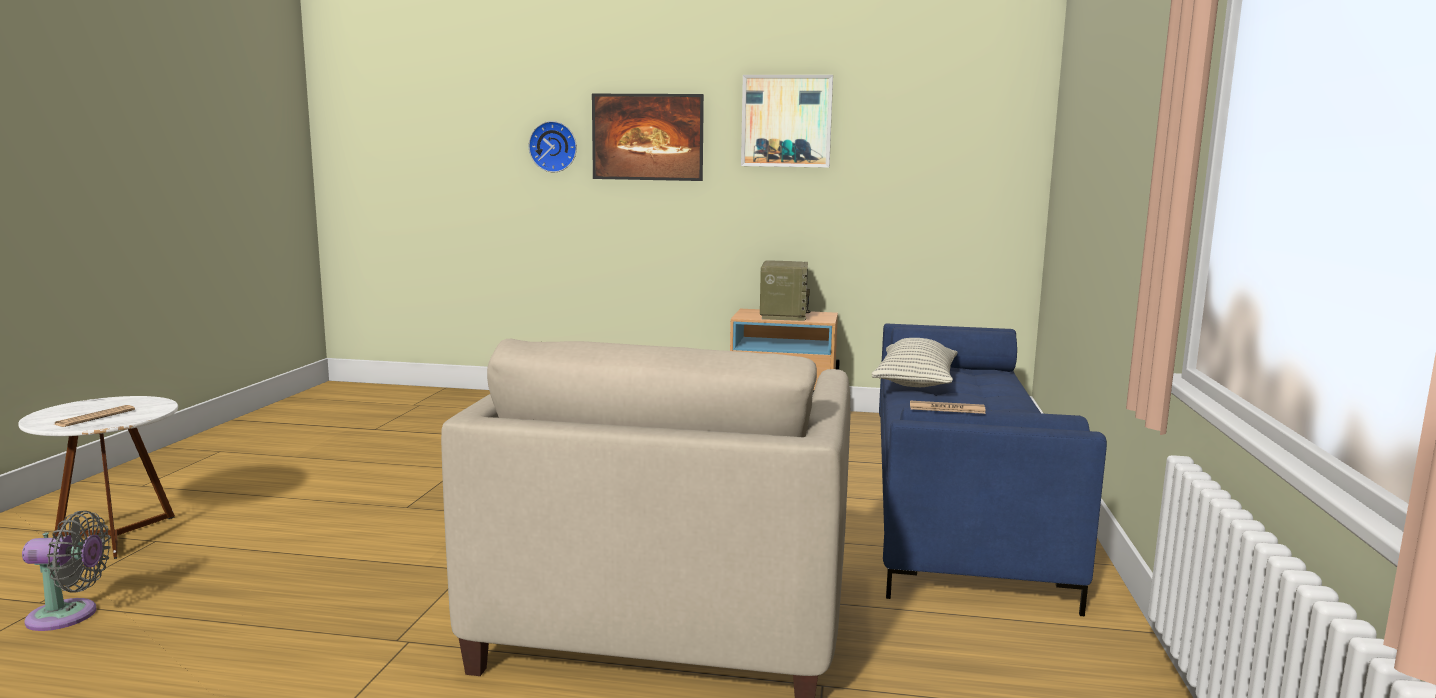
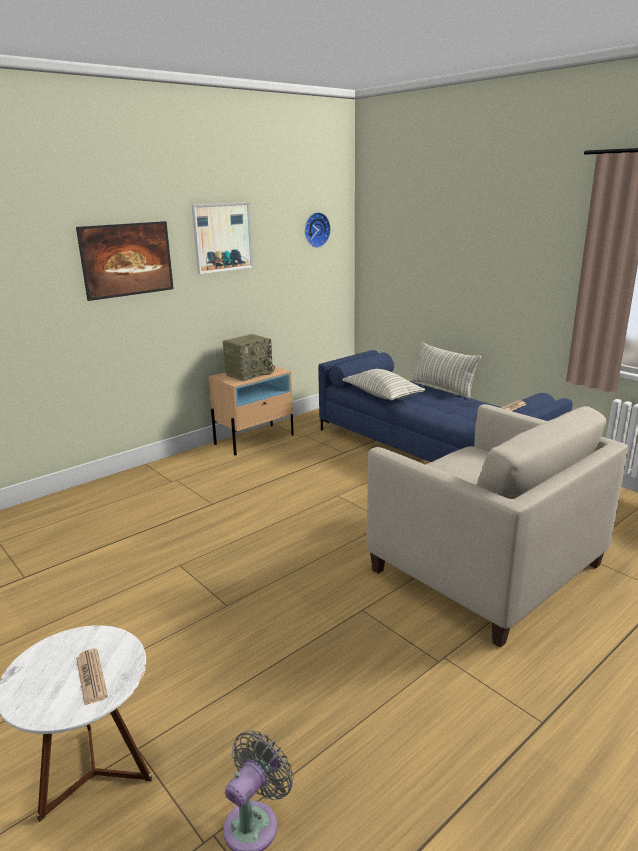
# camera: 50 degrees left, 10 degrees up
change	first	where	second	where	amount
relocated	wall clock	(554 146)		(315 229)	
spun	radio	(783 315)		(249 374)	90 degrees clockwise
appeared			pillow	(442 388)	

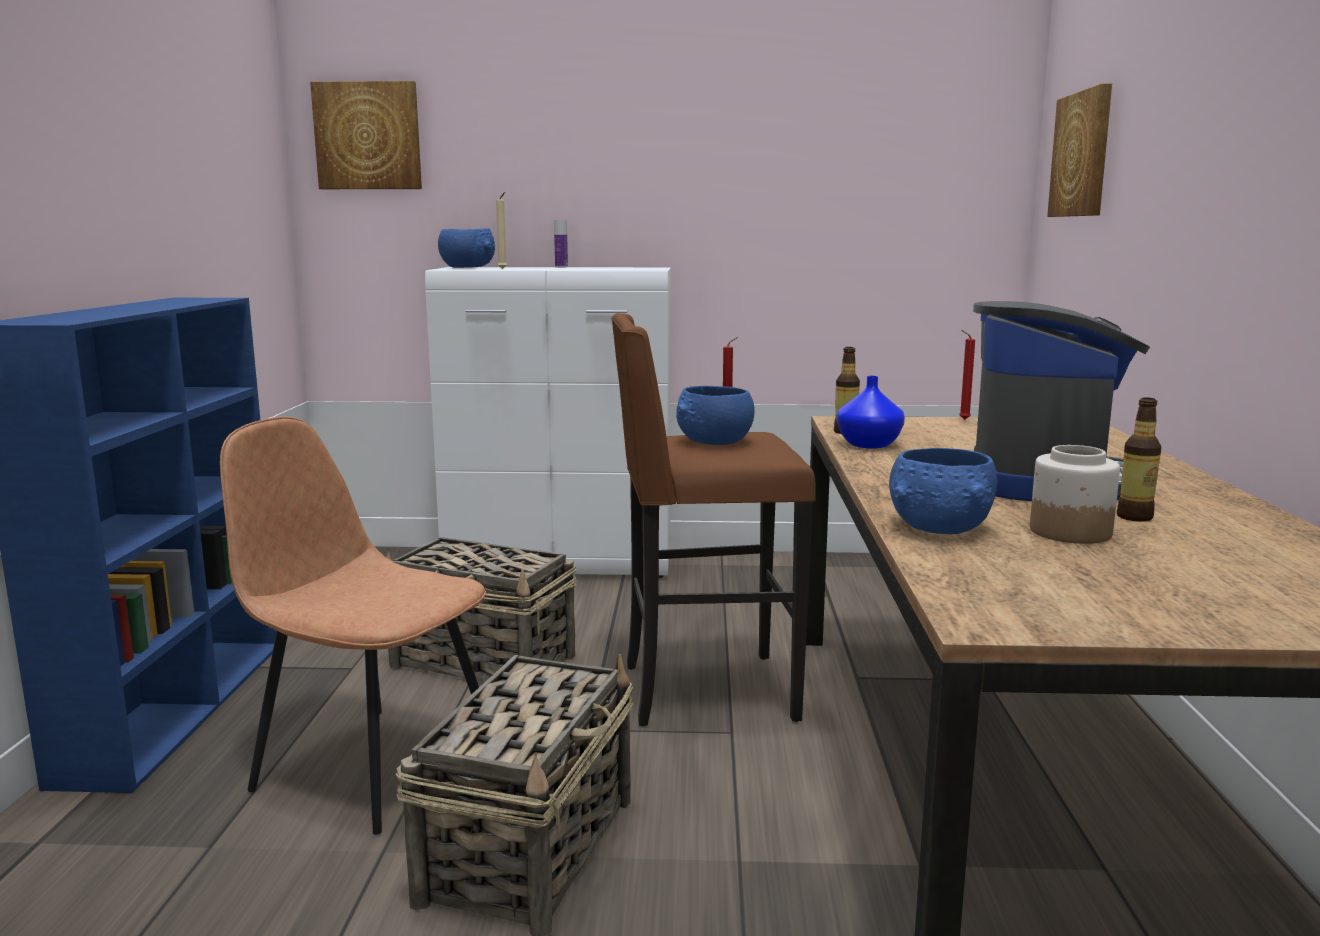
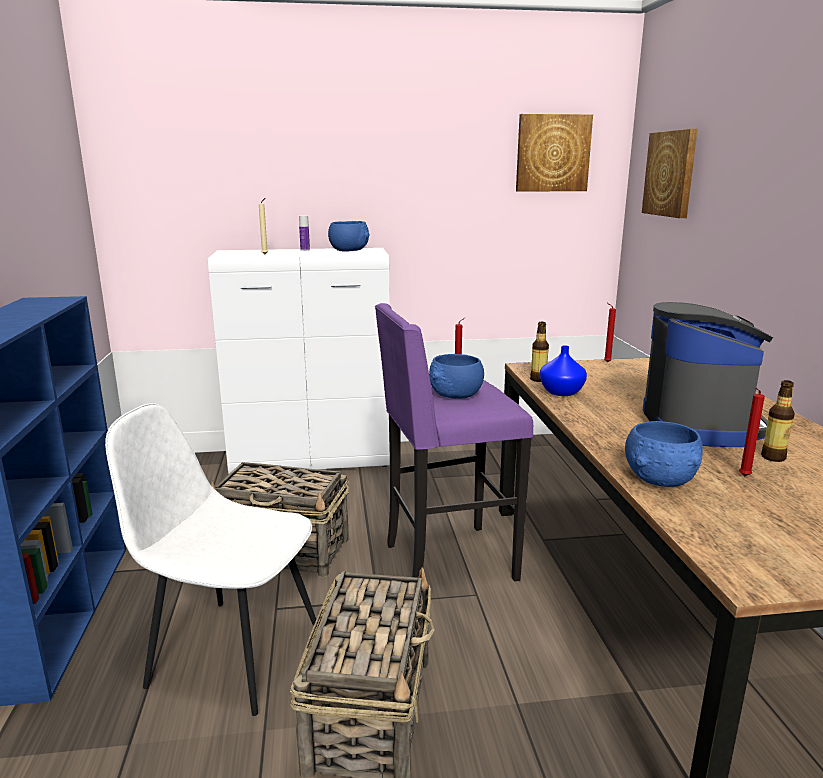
# camera: 10 degrees left, 5 degrees up
change	first	where	second	where	amount
colour	chair/brown	(373 765)	chair/white	(231 652)	
relocated	picture	(368 136)		(552 153)	
relocated	bowl/blue	(467 267)		(349 250)	
colour	stool/brown	(703 691)	stool/purple	(446 562)	
exchanged	jar	(1069 532)	candle/red	(743 476)	

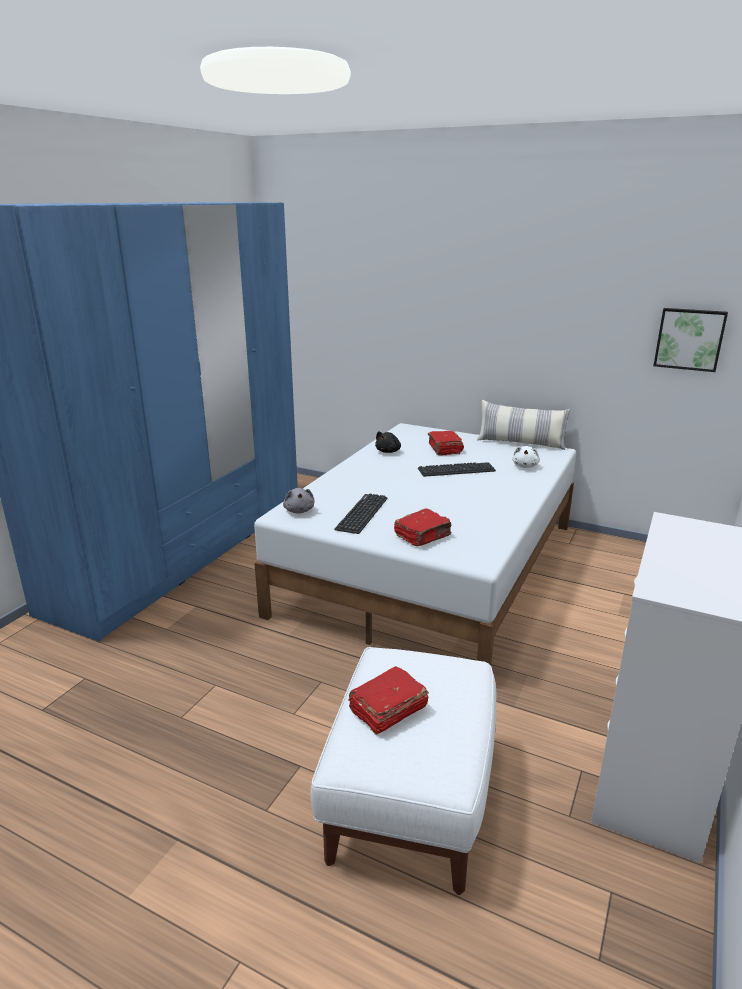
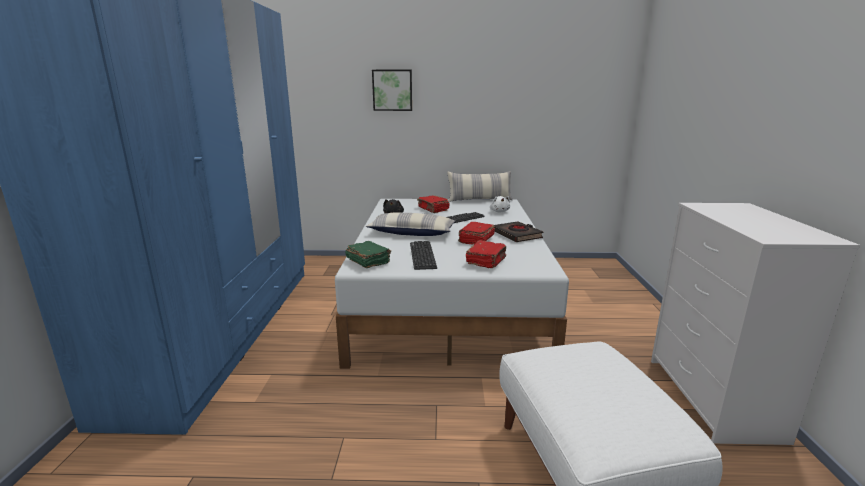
# camera: 25 degrees left, 5 degrees down
change	first	where	second	where	amount
exchanged	plush toy/grey	(299 510)	book/green	(368 262)	
relocated	book/red	(387 710)		(476 240)	
relocated	picture	(689 339)		(392 90)	
appeared			pillow	(412 233)	
appeared			book/black	(517 235)	

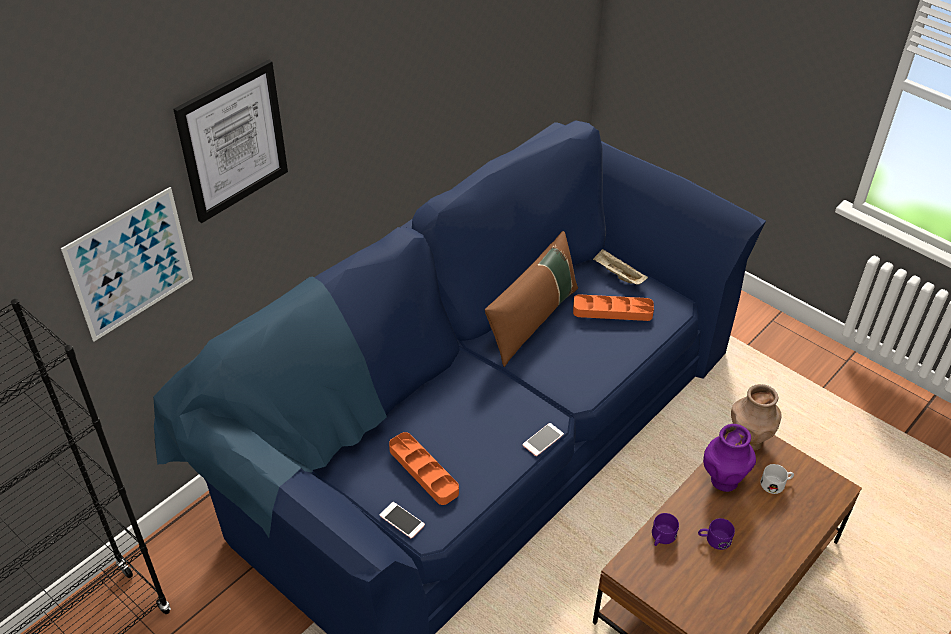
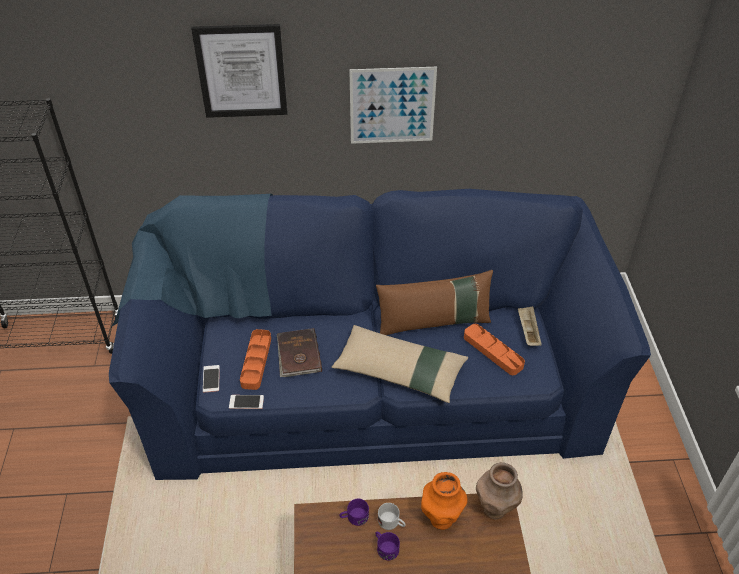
# camera: 45 degrees right, 0 degrees up
change	first	where	second	where	amount
relocated	picture	(131 264)		(392 106)	
relocated	phone	(543 440)		(246 402)	
colour	vase/purple	(723 480)	vase/orange	(441 518)	
relocated	mug/white	(776 484)		(392 522)	
appeared			book/brown	(298 355)	
appeared			pillow/beige	(399 371)	

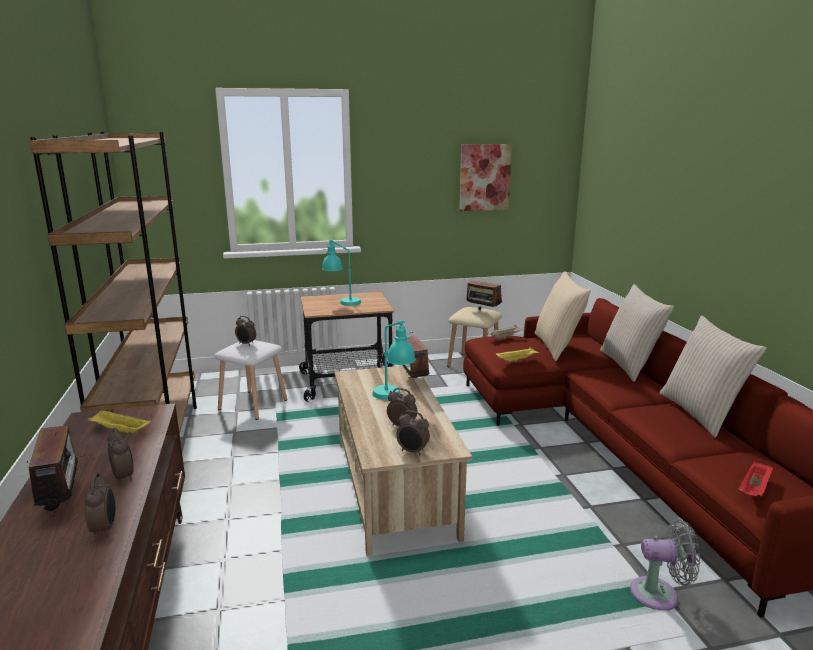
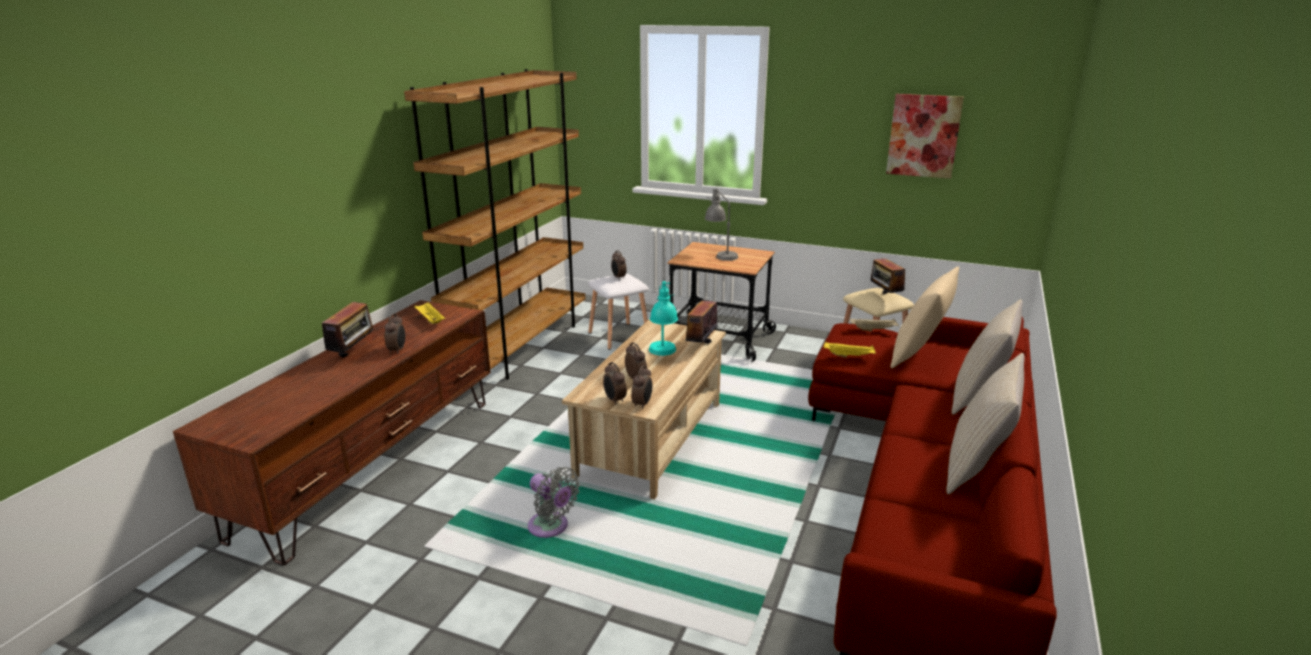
# camera: 35 degrees right, 5 degrees up
change	first	where	second	where	amount
relocated	alarm clock	(105 528)		(642 404)	
colour	table lamp/turquoise	(341 302)	table lamp/grey	(720 254)	
relocated	fan/grey	(659 595)		(551 527)	
missing	tray/red	(754 489)			

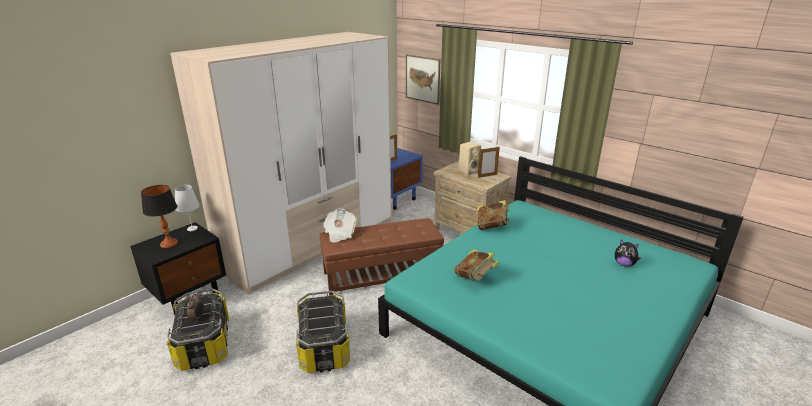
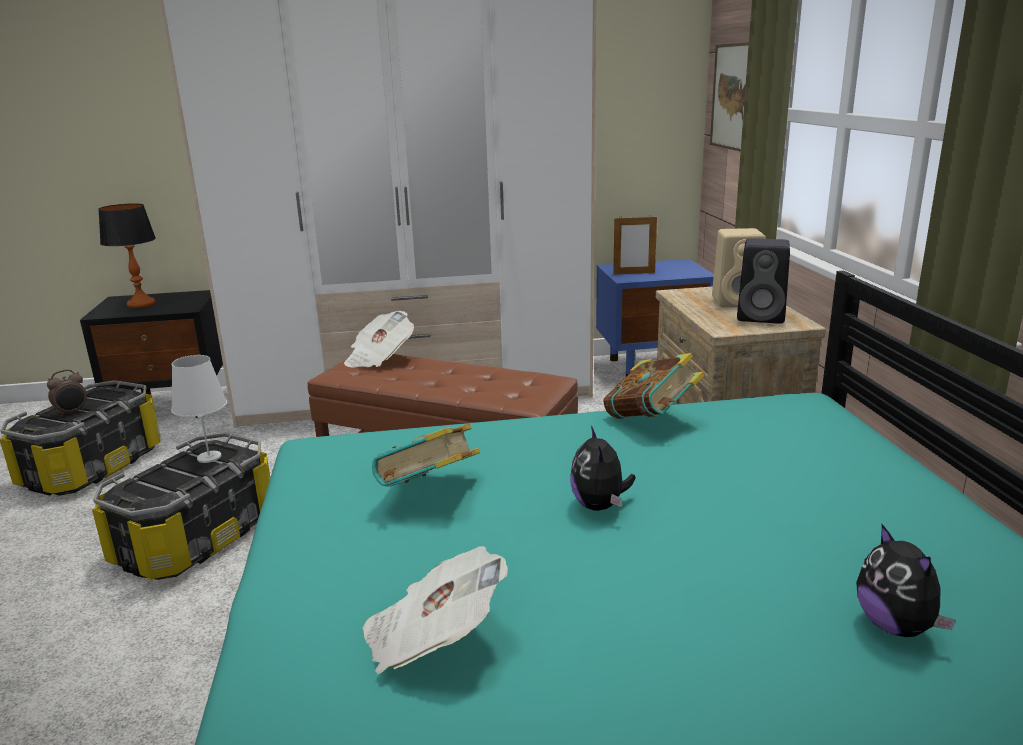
# camera: 40 degrees right, 5 degrees down
change	first	where	second	where	amount
relocated	table lamp/white	(192 228)		(209 457)	
exchanged	picture frame	(487 176)	speaker/black	(762 317)	
appeared			newspaper	(433 639)	
appeared			plush toy	(600 506)	

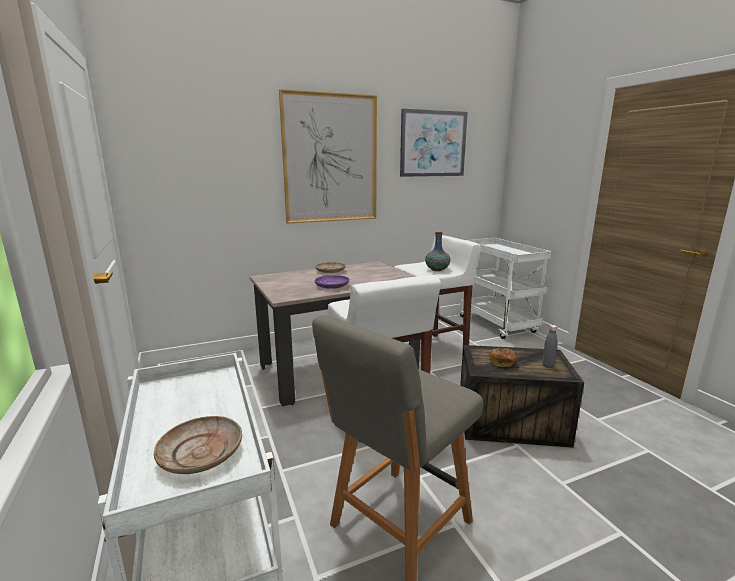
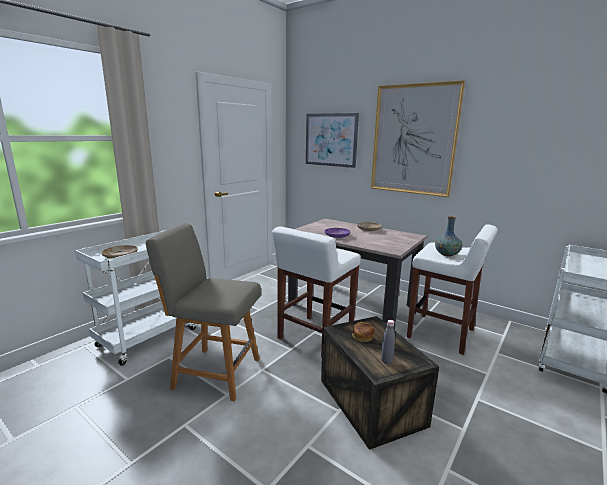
# camera: 60 degrees right, 0 degrees up
change	first	where	second	where	amount
relocated	picture	(433 144)		(331 140)	

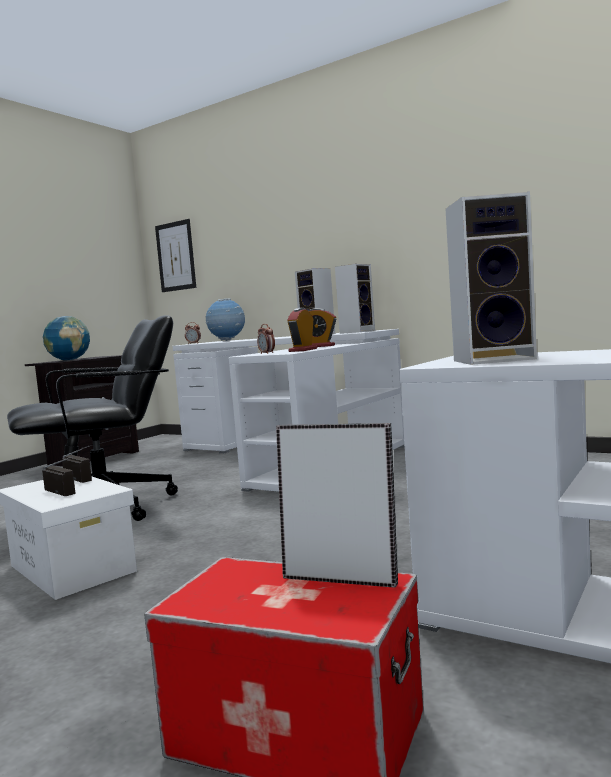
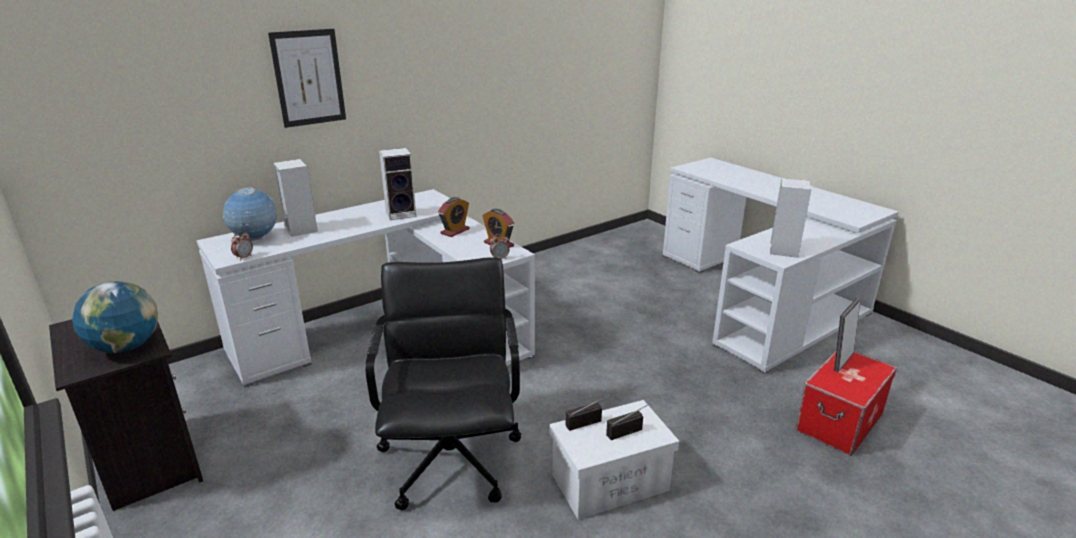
# camera: 70 degrees left, 20 degrees up
change	first	where	second	where	amount
relocated	picture	(175 256)		(308 78)	
relocated	speaker	(357 332)		(300 229)	

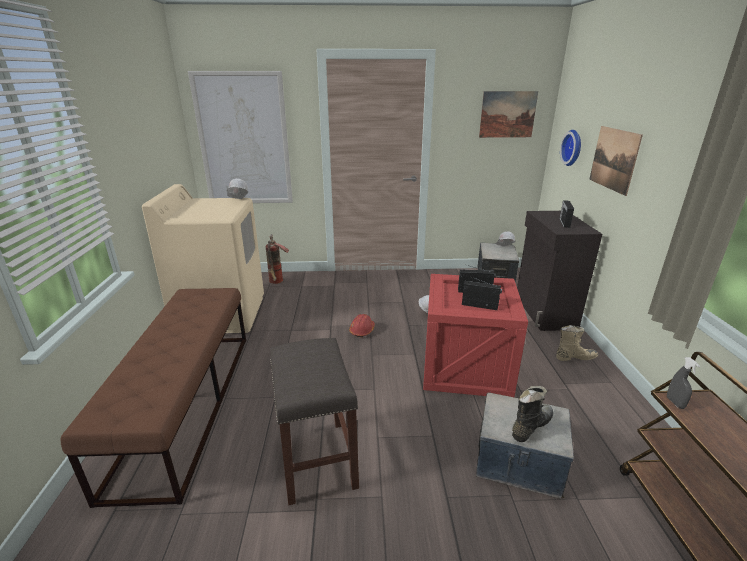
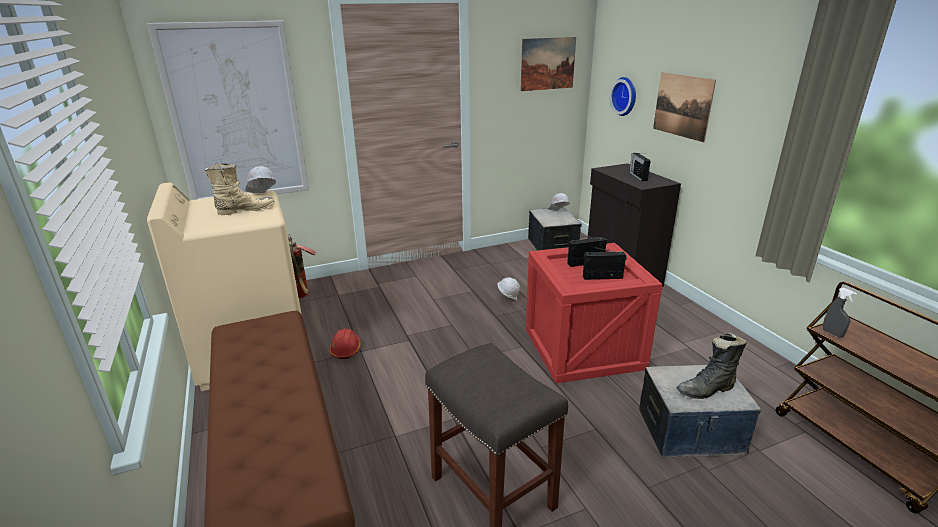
# camera: 20 degrees left, 0 degrees up
change	first	where	second	where	amount
relocated	hard hat/red	(362 330)		(346 349)	
spun	boot/black	(530 426)		(707 390)	135 degrees counterclockwise
relocated	boot/beige	(574 357)		(245 210)	

